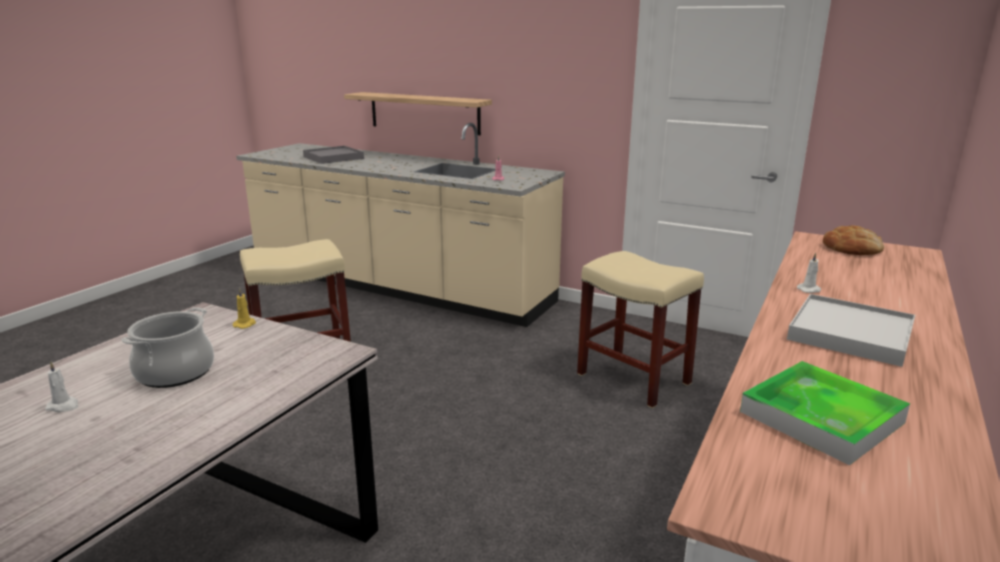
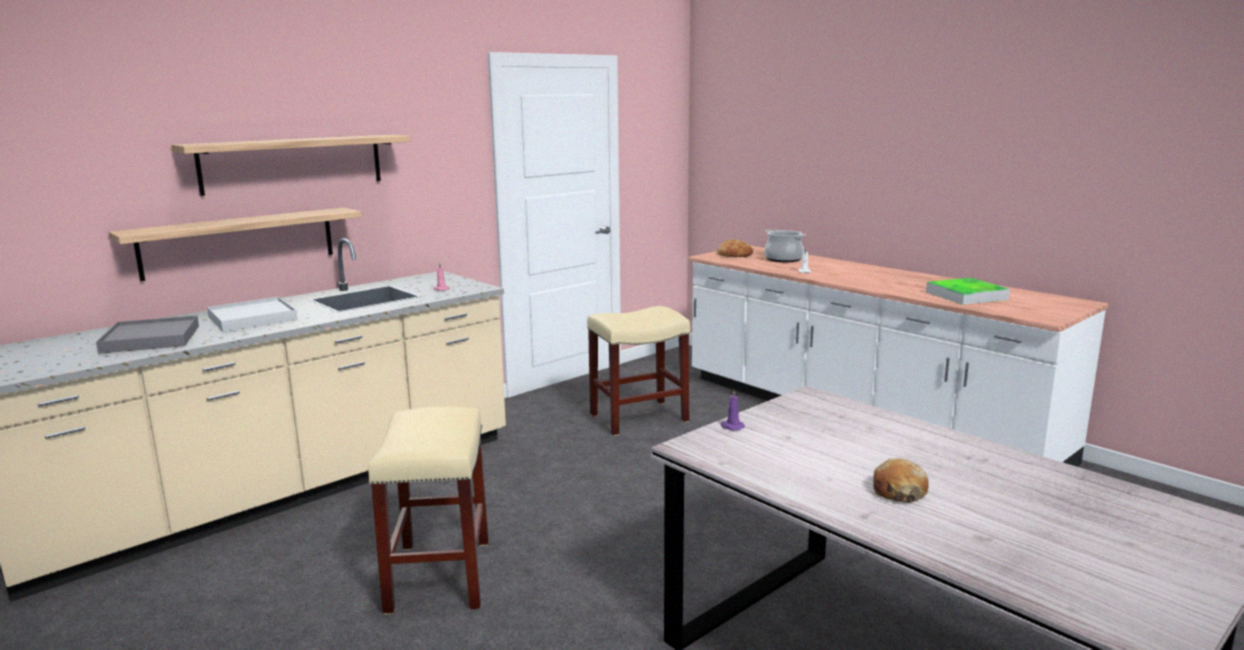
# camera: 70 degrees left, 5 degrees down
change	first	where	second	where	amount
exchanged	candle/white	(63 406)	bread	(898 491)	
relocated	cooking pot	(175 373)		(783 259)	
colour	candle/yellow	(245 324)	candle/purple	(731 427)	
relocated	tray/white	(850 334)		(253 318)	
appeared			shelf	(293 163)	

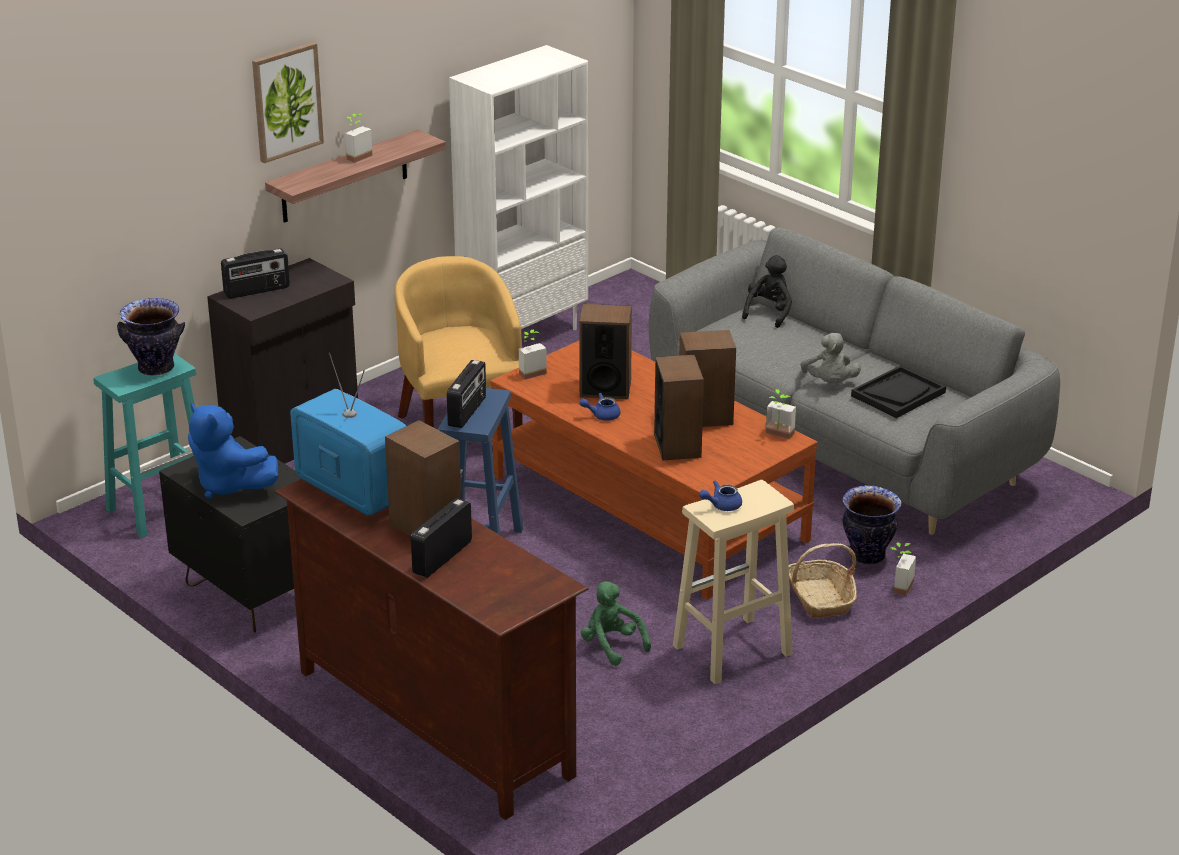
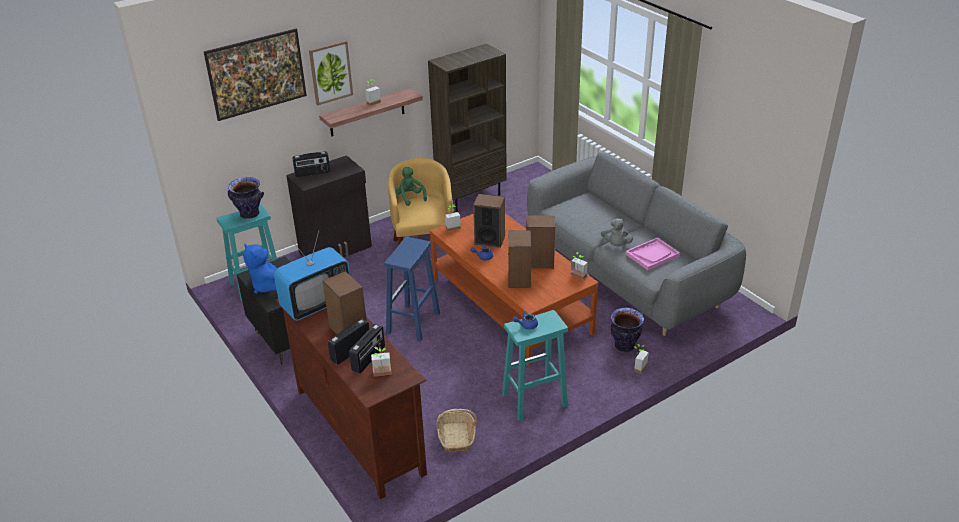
# camera: 10 degrees right, 5 degrees up
change	first	where	second	where	amount
spun	television	(353 492)		(316 304)	90 degrees clockwise
relocated	radio	(468 411)		(369 359)	
colour	bookcase/white	(523 336)	bookcase/brown	(471 197)	
relocated	plush toy/green	(612 645)		(410 197)	
colour	stool/beige	(731 651)	stool/turquoise	(533 400)	
missing	plush toy/black	(769 313)			
relocated	basket	(820 598)		(456 437)	
colour	tray/black	(898 394)	tray/pink	(652 255)	
appeared			picture	(259 90)	
appeared			potted plant	(382 375)	

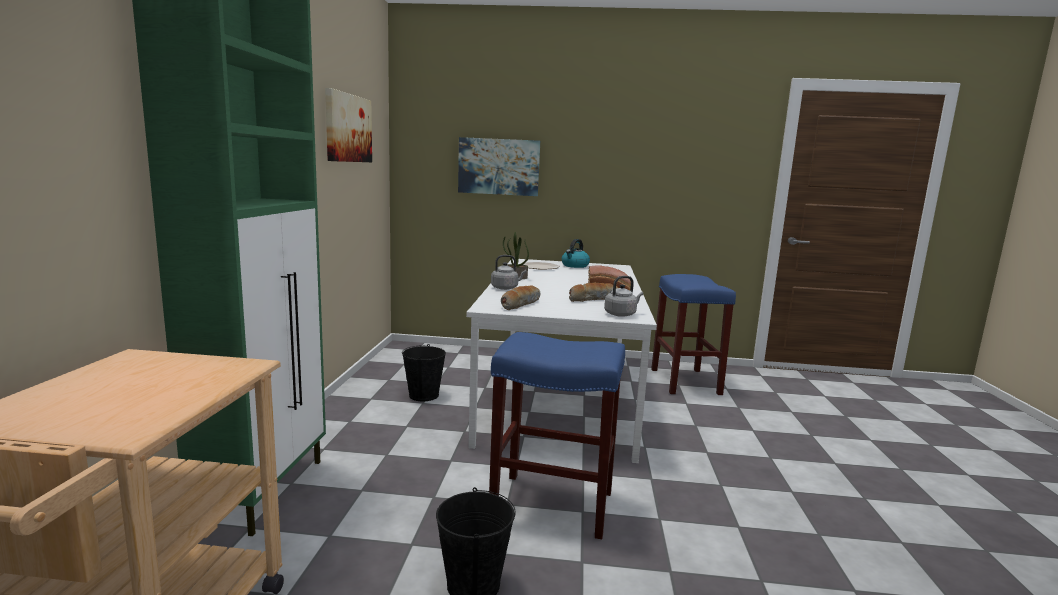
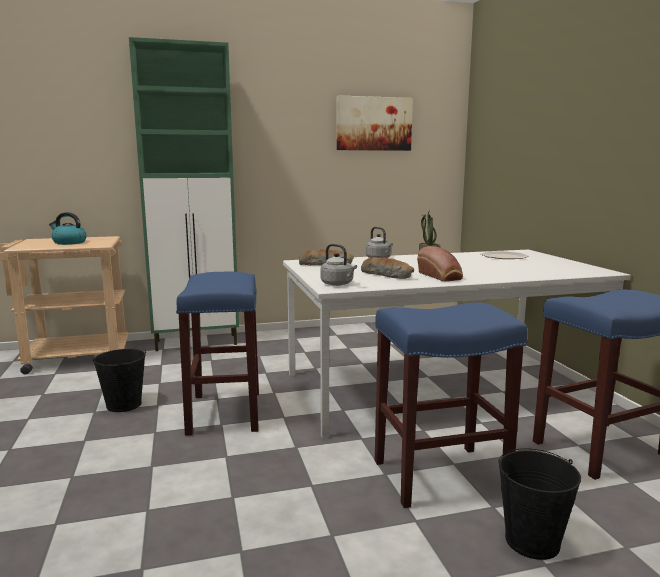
# camera: 70 degrees right, 0 degrees up
change	first	where	second	where	amount
relocated	bucket/black	(424 395)		(532 541)	
missing	picture	(499 166)			
relocated	kettle	(575 266)		(69 242)	
appeared			stool/blue	(438 476)	

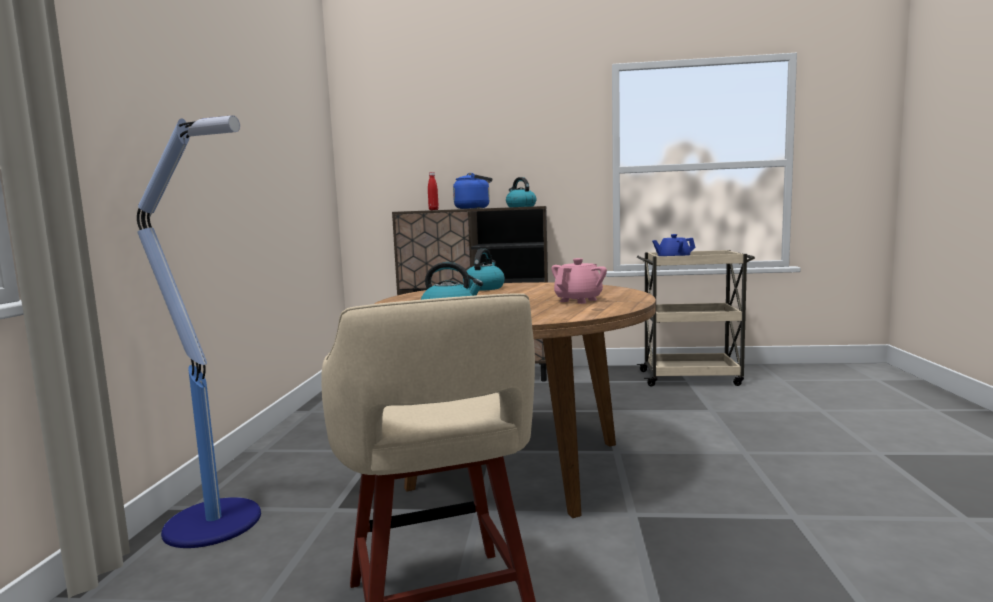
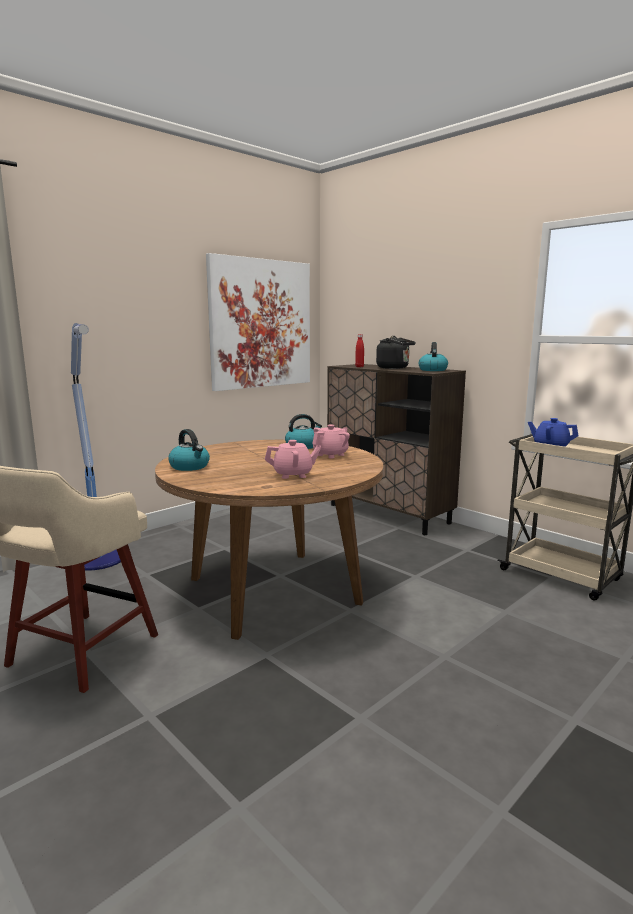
# camera: 40 degrees right, 5 degrees up
change	first	where	second	where	amount
colour	kettle/blue	(474 208)	kettle/black	(394 368)	
appeared			picture	(261 324)	
appeared			teapot/pink	(331 455)	

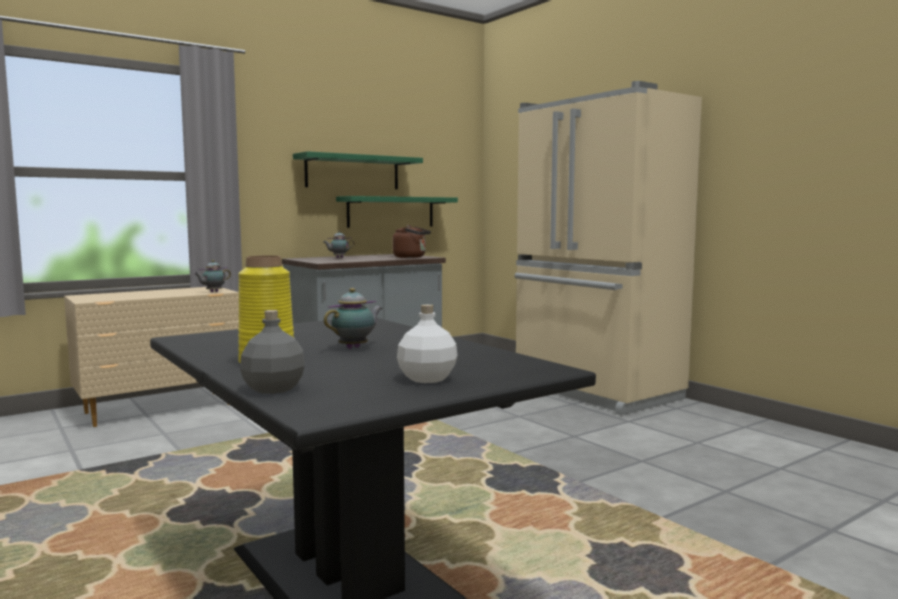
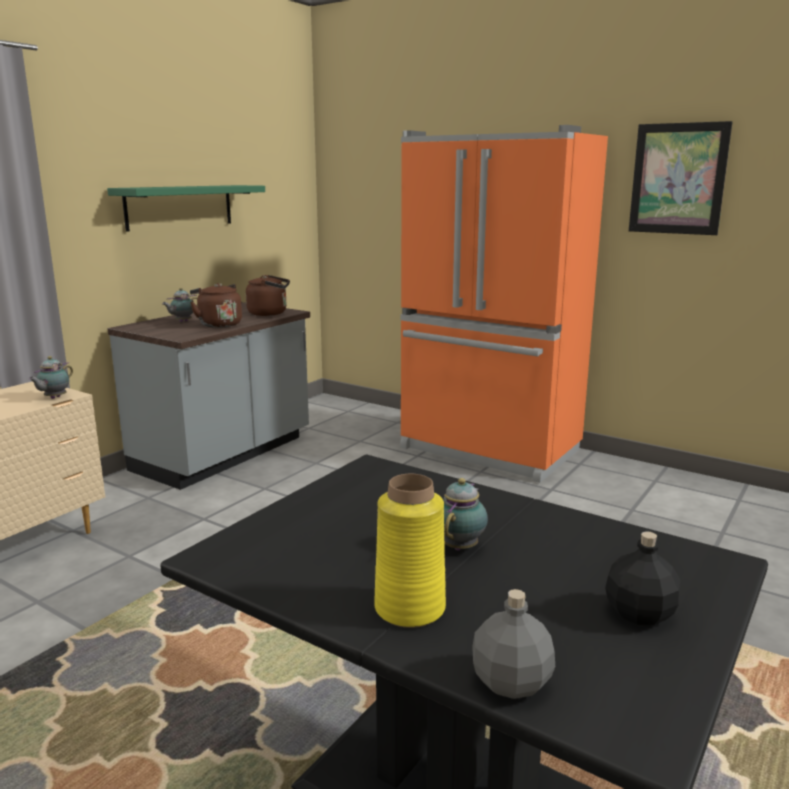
# camera: 20 degrees left, 10 degrees up
change	first	where	second	where	amount
missing	shelf/green	(391 212)			
colour	bottle/white	(426 379)	bottle/black	(639 614)	
colour	fridge/beige	(594 391)	fridge/orange	(489 450)	
appeared			kettle/brown	(218 324)	
appeared			picture	(678 179)	

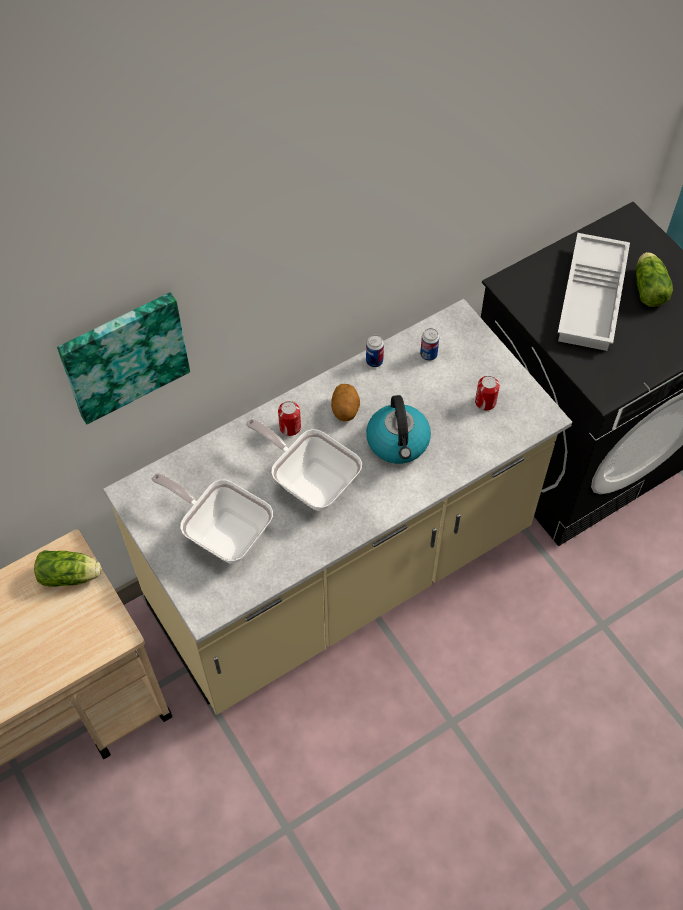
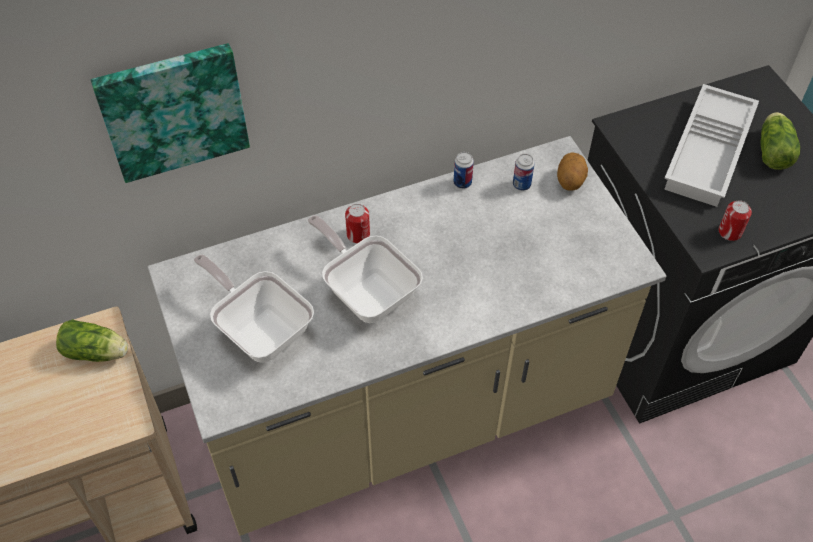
# camera: 10 degrees right, 5 degrees down
change	first	where	second	where	amount
relocated	potato	(345 410)		(570 181)	
missing	kettle	(398 442)			
relocated	can	(485 402)		(730 232)	

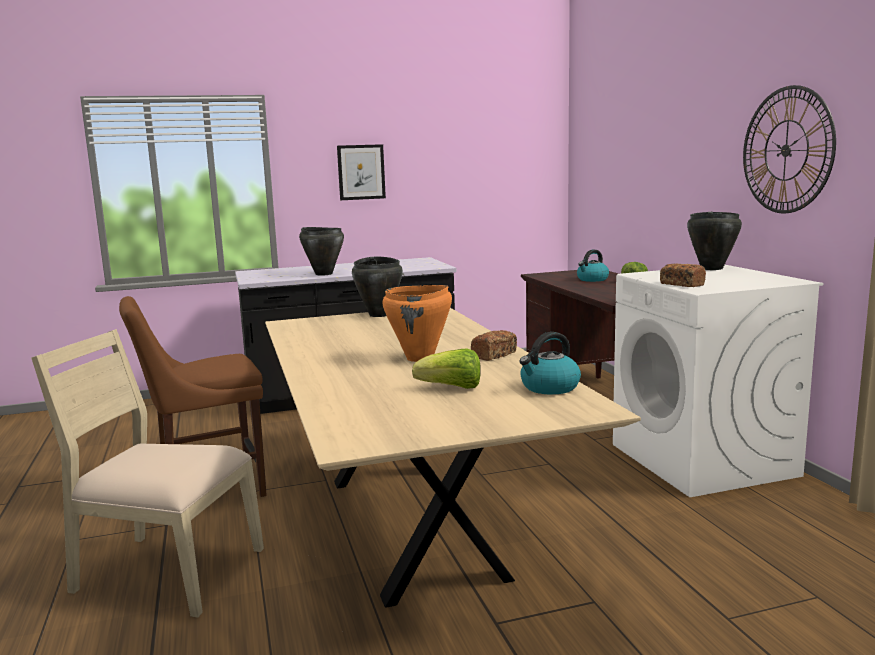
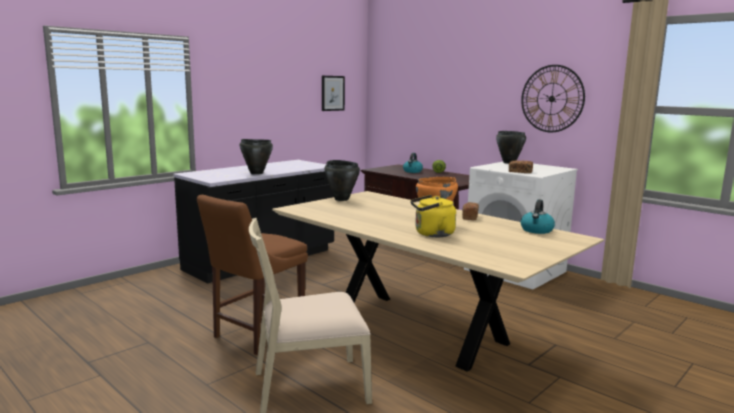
# camera: 30 degrees left, 0 degrees up
change	first	where	second	where	amount
relocated	picture	(361 172)		(332 93)	
missing	lettuce	(451 388)			
appeared			kettle/yellow	(432 234)	

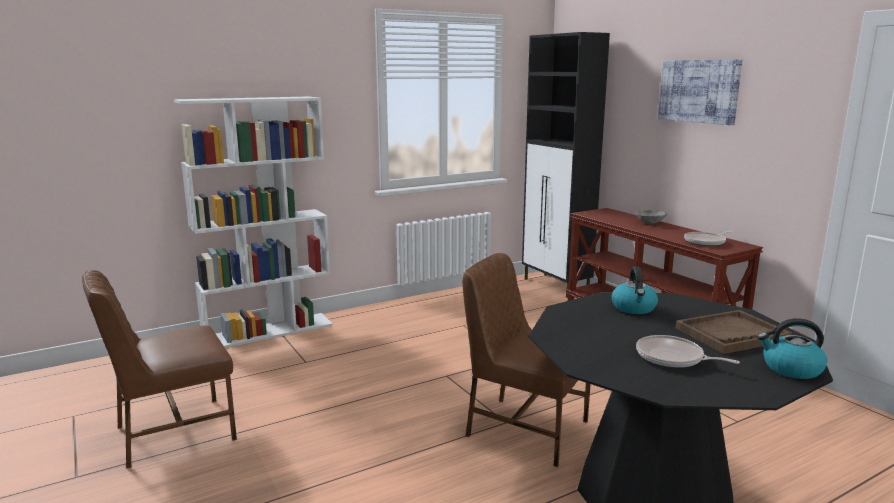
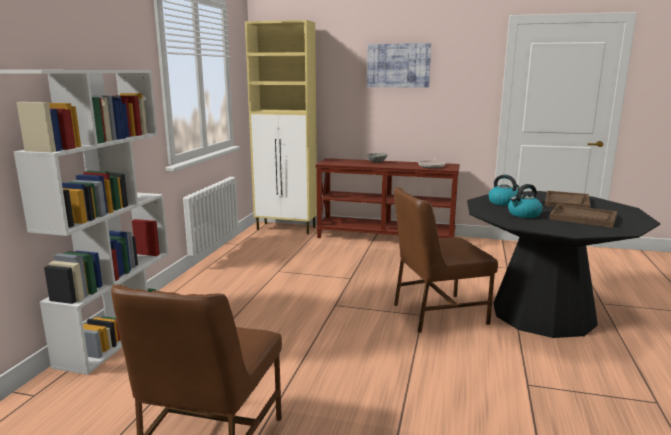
# camera: 45 degrees left, 0 degrees up
change	first	where	second	where	amount
colour	cabinet/black	(556 286)	cabinet/beige	(287 228)	
exchanged	frying pan	(673 358)	tray/brown	(583 218)	
relocated	kettle	(791 369)		(524 214)	

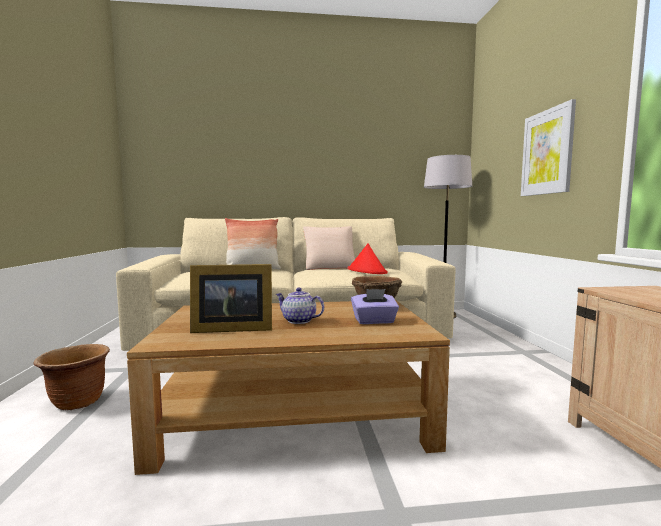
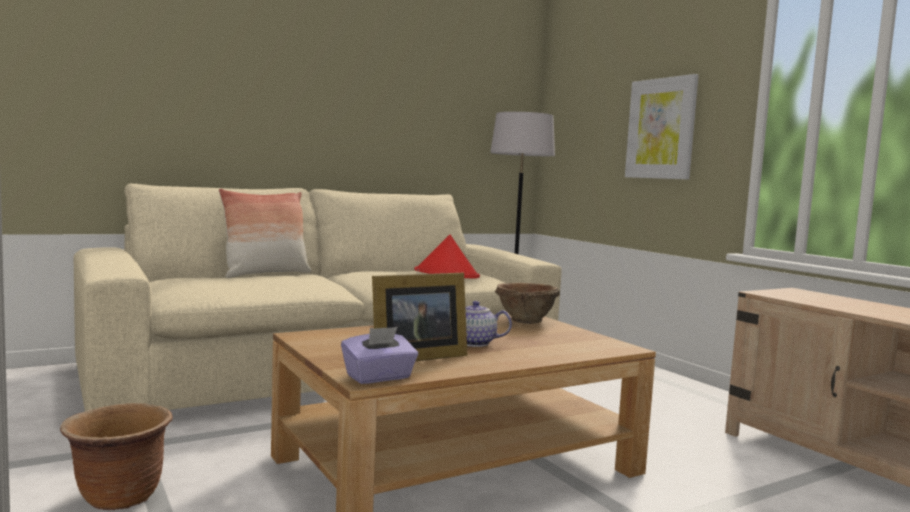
# camera: 25 degrees left, 0 degrees up
change	first	where	second	where	amount
missing	pillow/beige	(330 267)			
relocated	tissue box/purple	(374 321)		(379 377)	

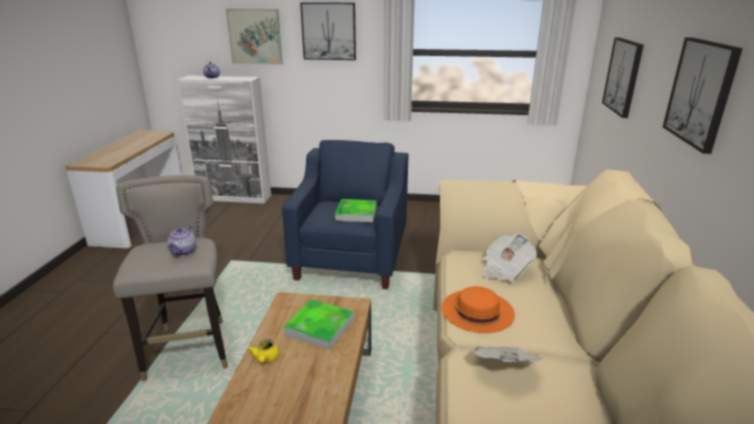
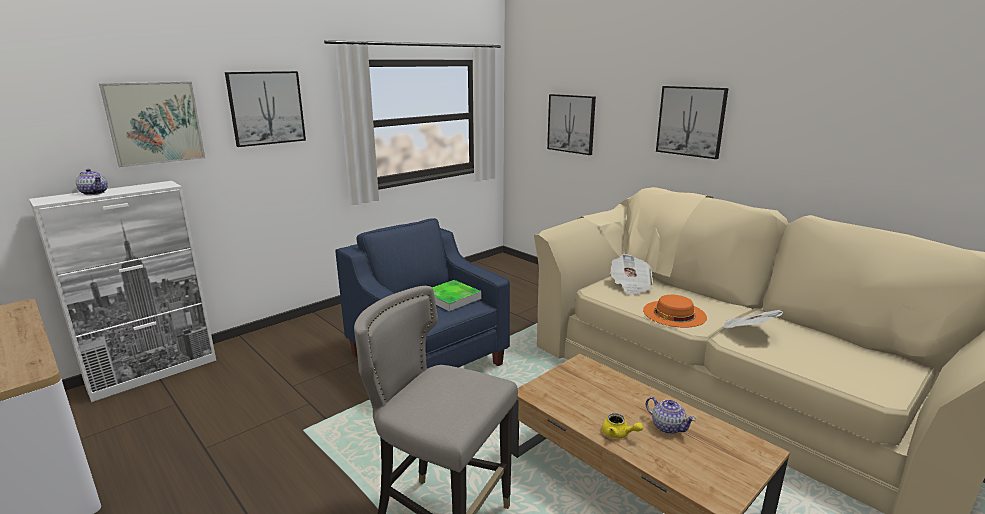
# camera: 50 degrees left, 5 degrees down
change	first	where	second	where	amount
relocated	teapot	(184 251)		(667 427)	
missing	tray	(320 327)			

